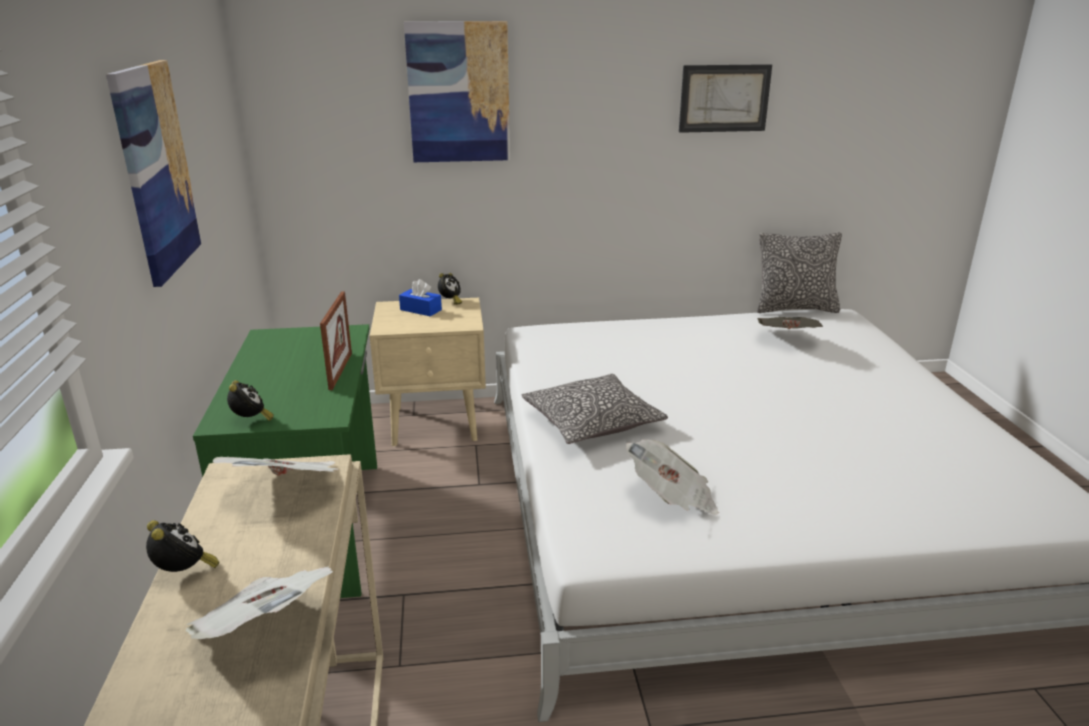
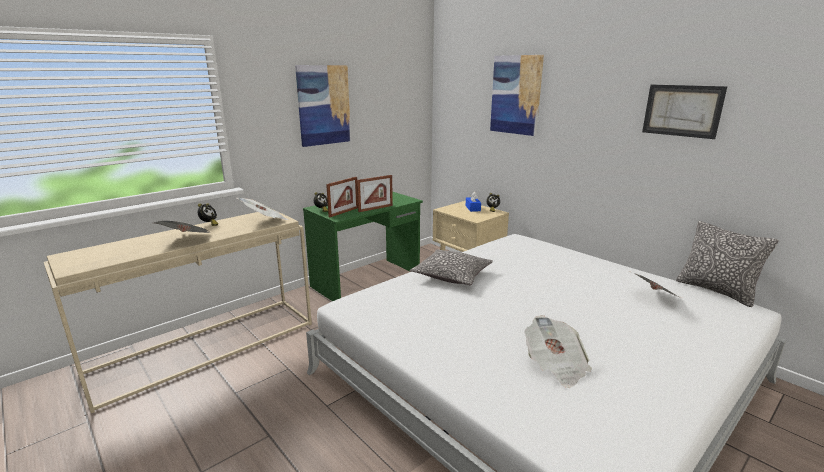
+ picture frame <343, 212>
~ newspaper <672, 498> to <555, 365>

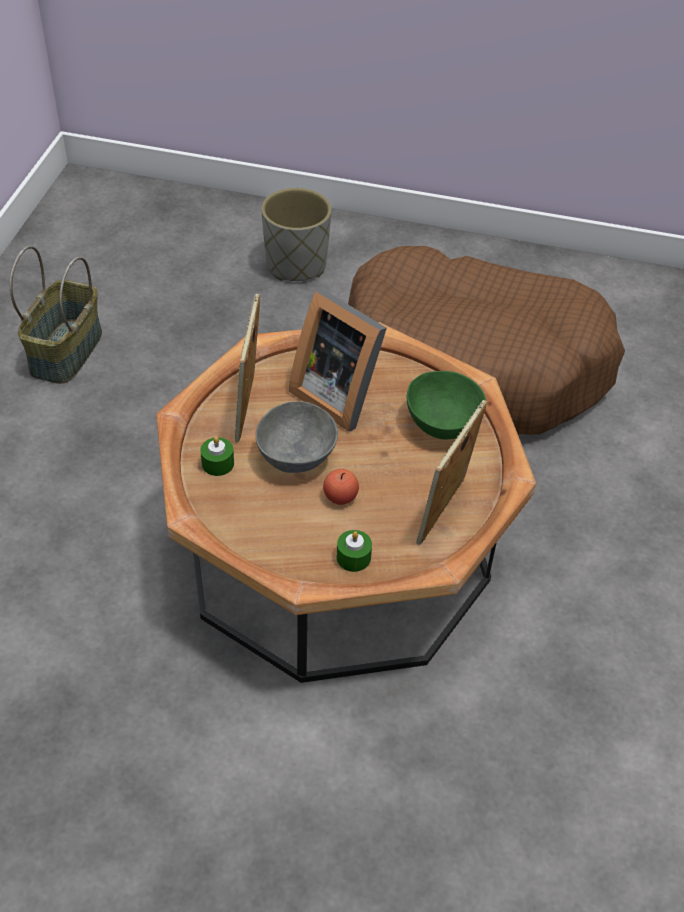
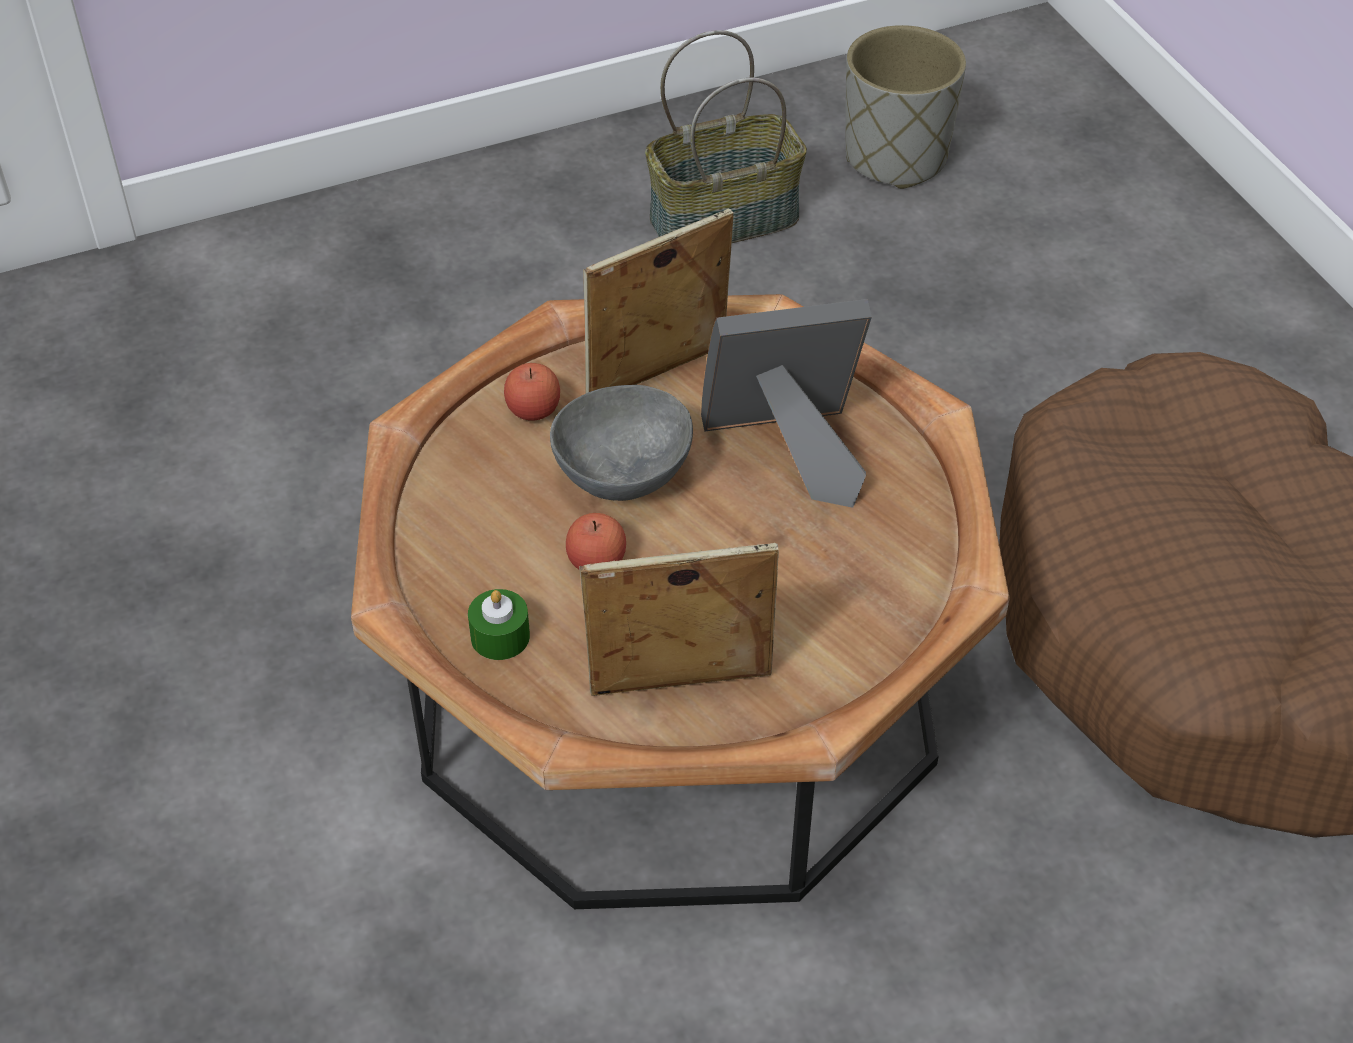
- greenish bowl <442, 423>
~ grey flower pot <296, 264> to <897, 158>
~ greenish wax candle <217, 463> to apple fruit <533, 410>
~ picture frame <338, 394> = <788, 451> 75 degrees clockwise

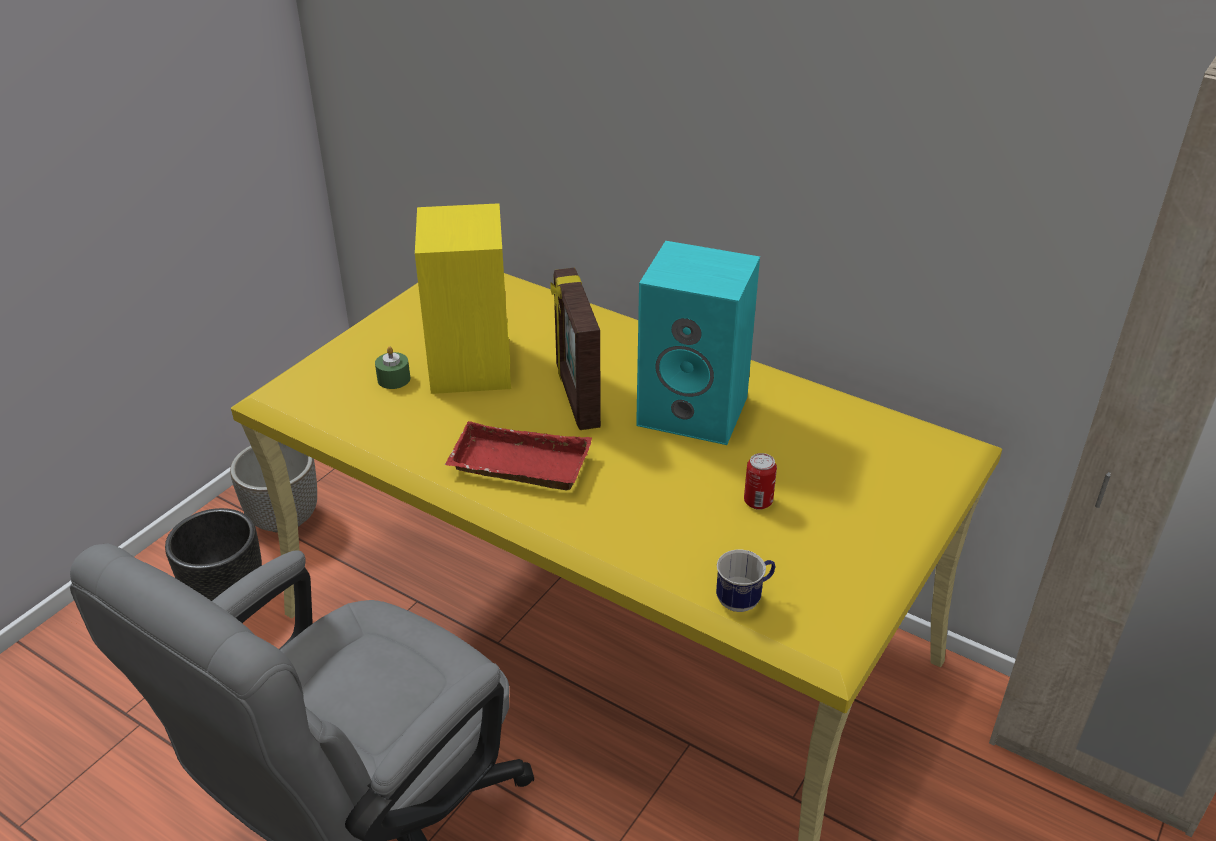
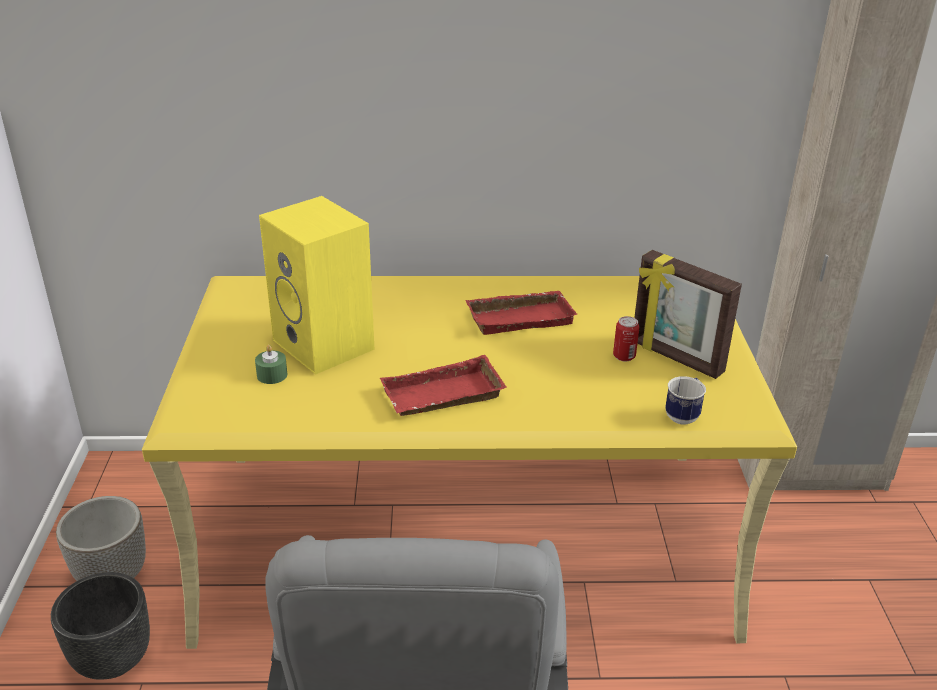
~ picture frame <576, 396> to <676, 358>
~ blue-green audio speaker <696, 410> to red-coloured serving tray <520, 317>

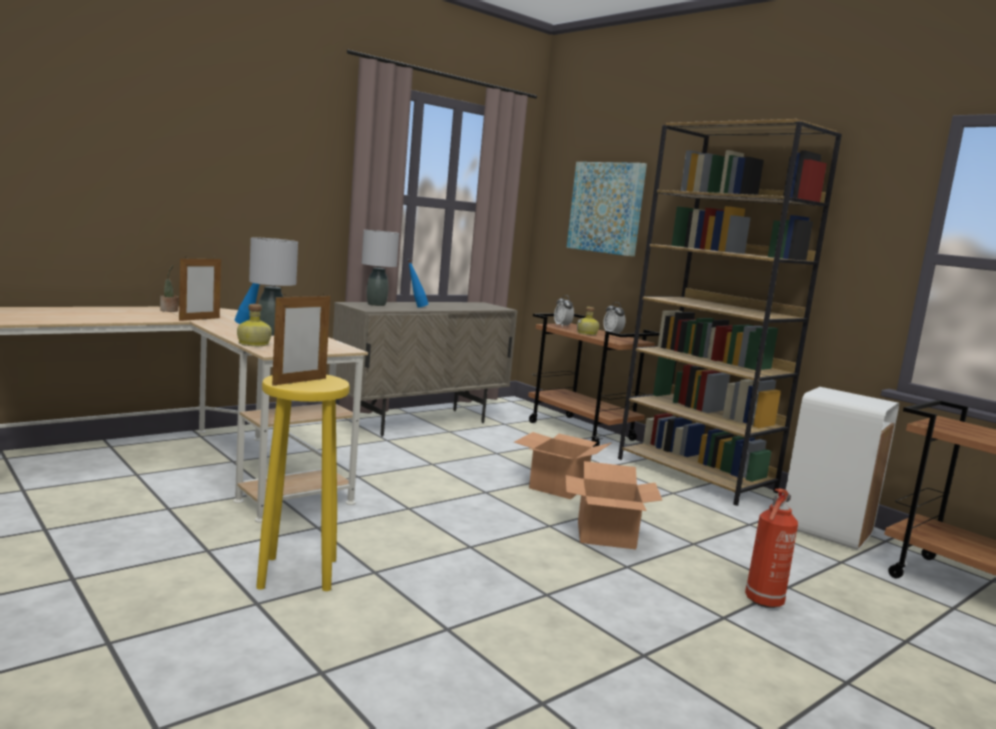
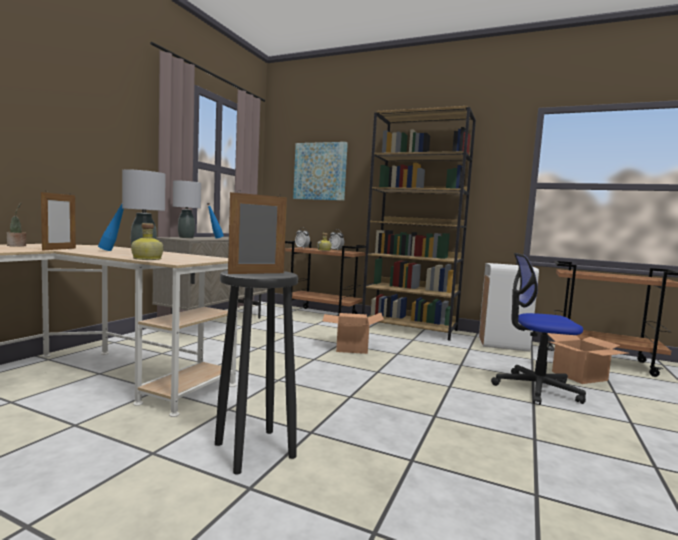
~ cardboard box <607, 535> to <579, 376>
~ extinguisher <763, 602> to computer chair <536, 389>
~ yellow-coloured stool seat <296, 573> to blackish stool seat <253, 450>
~ picture frame <299, 381> = <256, 273> 135 degrees counterclockwise

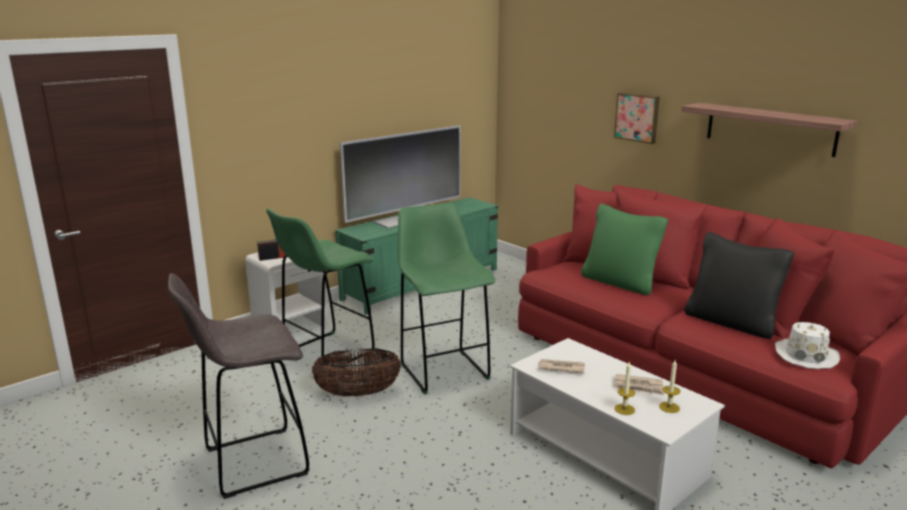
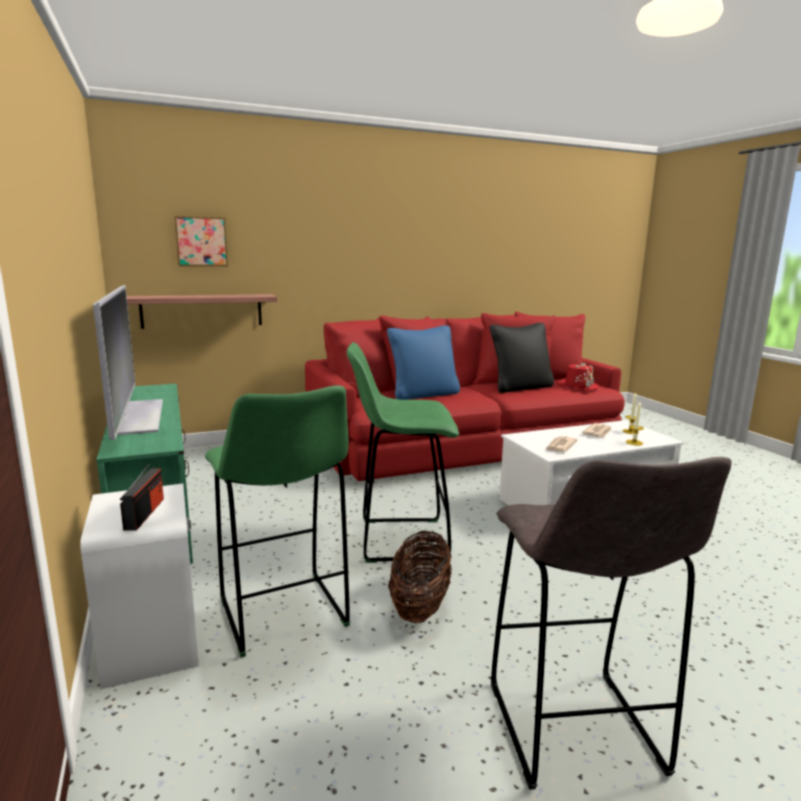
~ wall picture <637, 117> to <201, 241>
~ bracket shelf <770, 129> to <202, 311>
~ greenish cushion <620, 282> to blue cushion <423, 394>
~ white clothing hat <806, 355> to red-coloured clothing hat <577, 386>

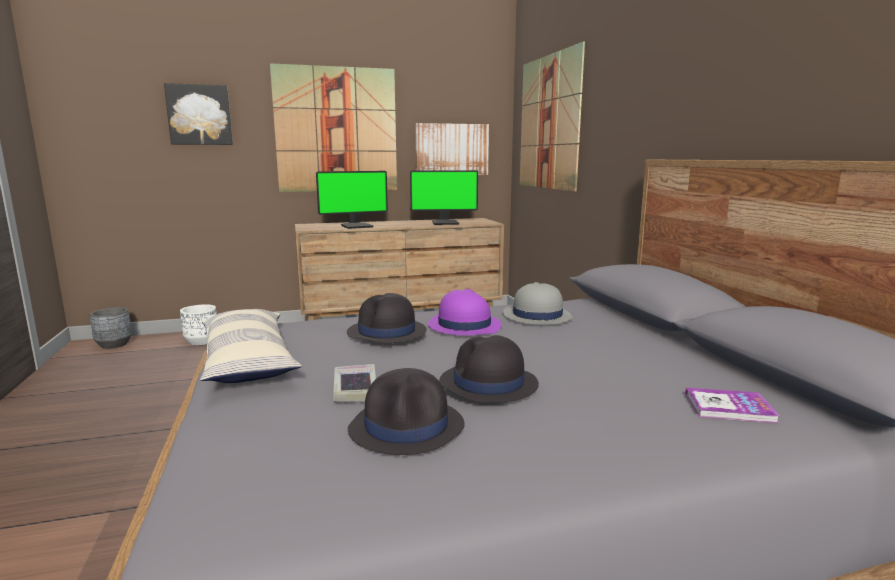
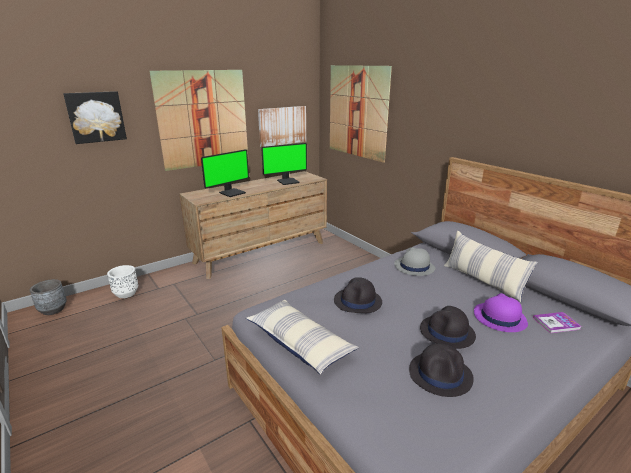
- book <355, 388>
+ cushion <482, 281>
~ purplish clothing hat <464, 325> to <499, 318>

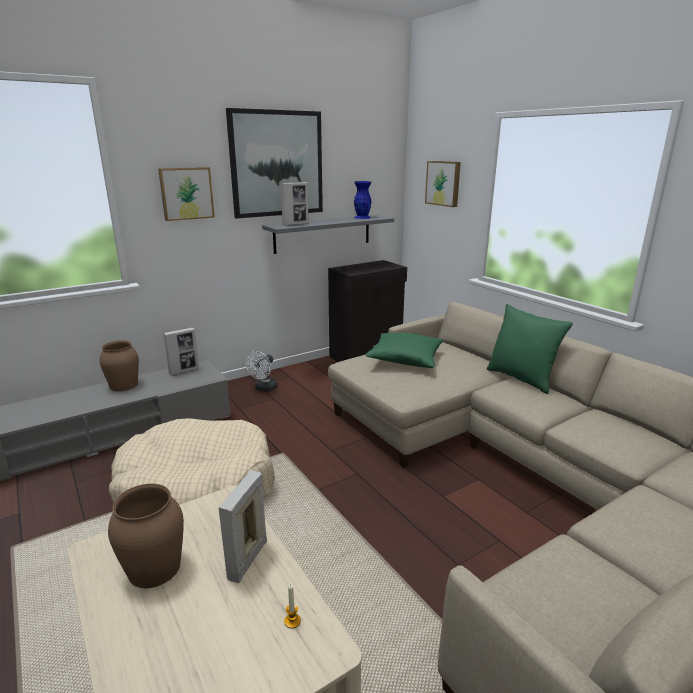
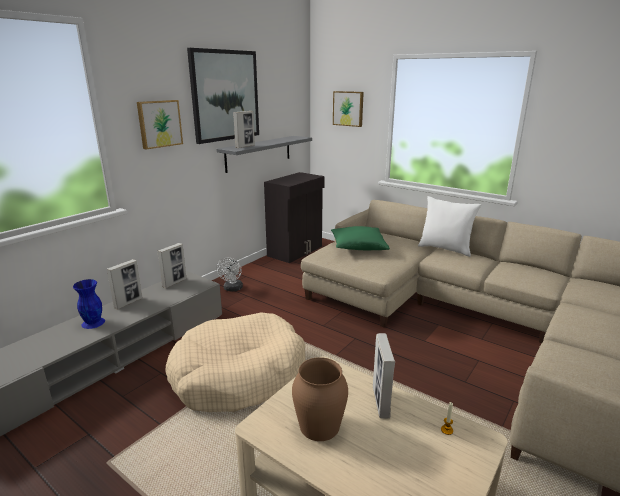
~ blue flower vase <362, 217> to <93, 322>
~ brownish flower vase <124, 385> to picture frame <128, 303>
~ greenish cushion <521, 378> to white cushion <445, 249>

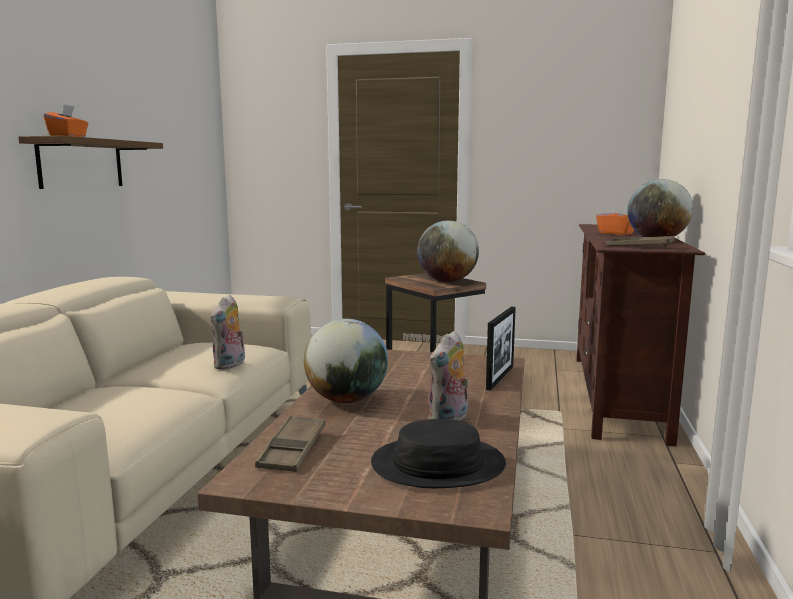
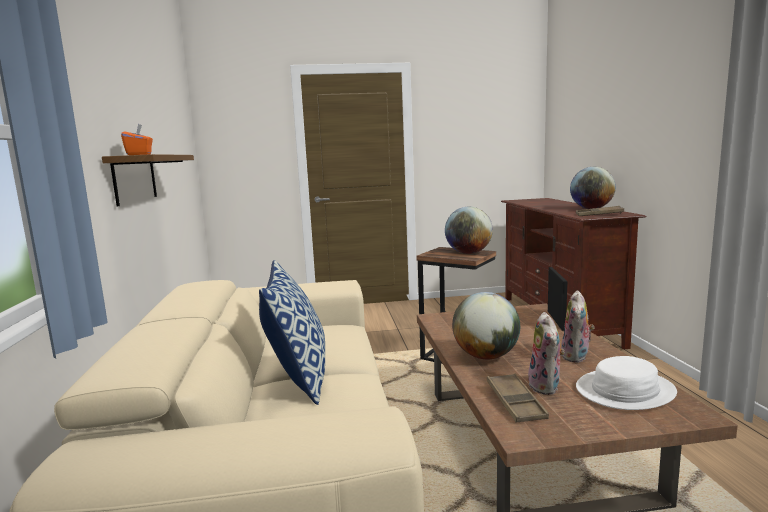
- orangey box of tissues <615, 233>
+ cushion <298, 378>
~ plush toy <230, 365> to <546, 387>
~ blackish clothing hat <438, 465> to white clothing hat <625, 391>

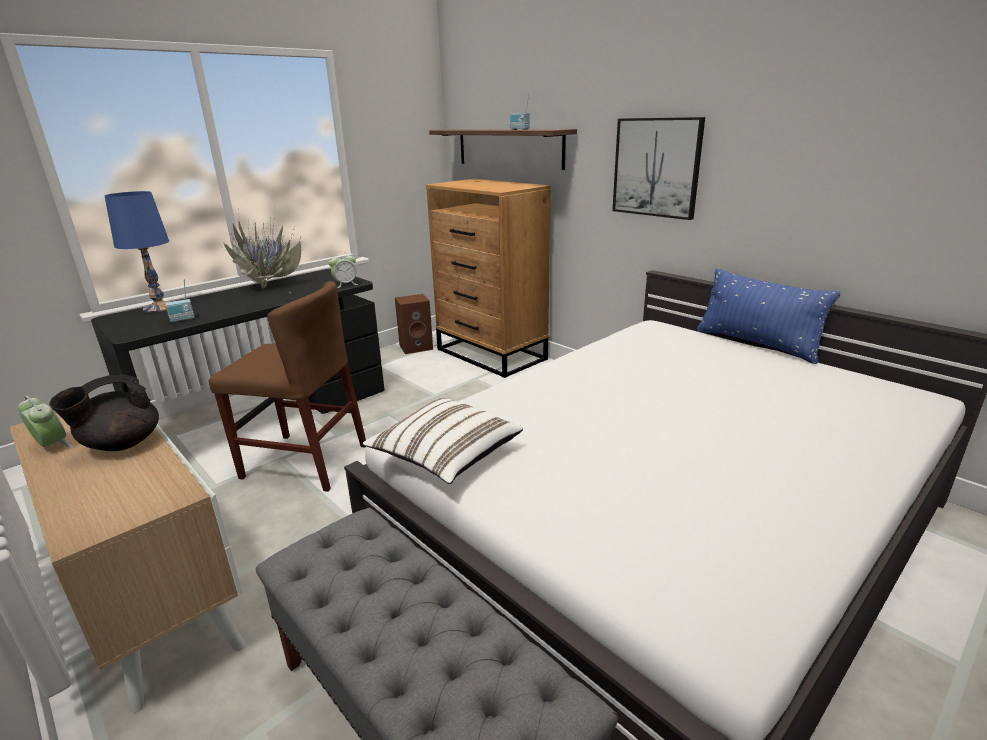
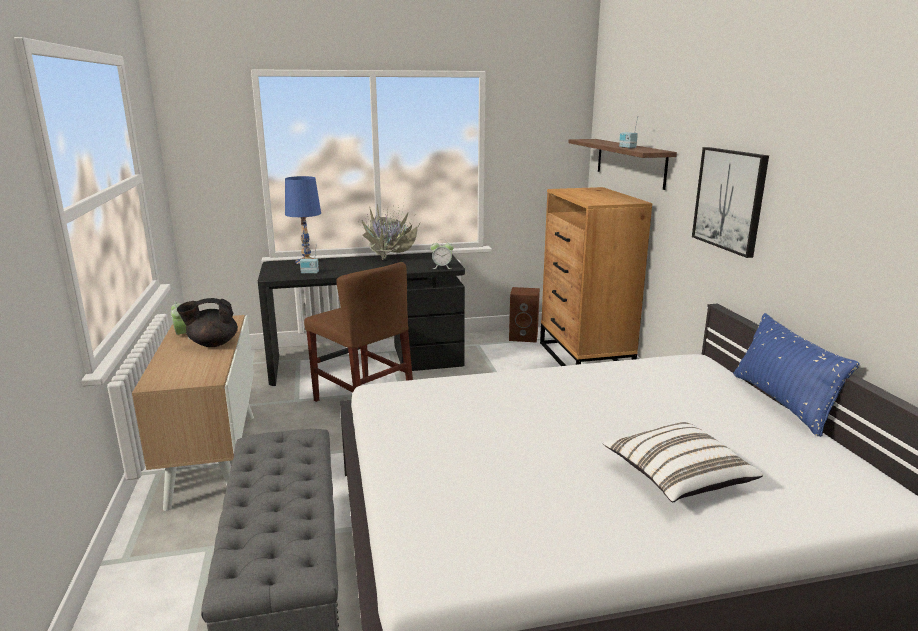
~ white cushion <445, 457> to <676, 478>

